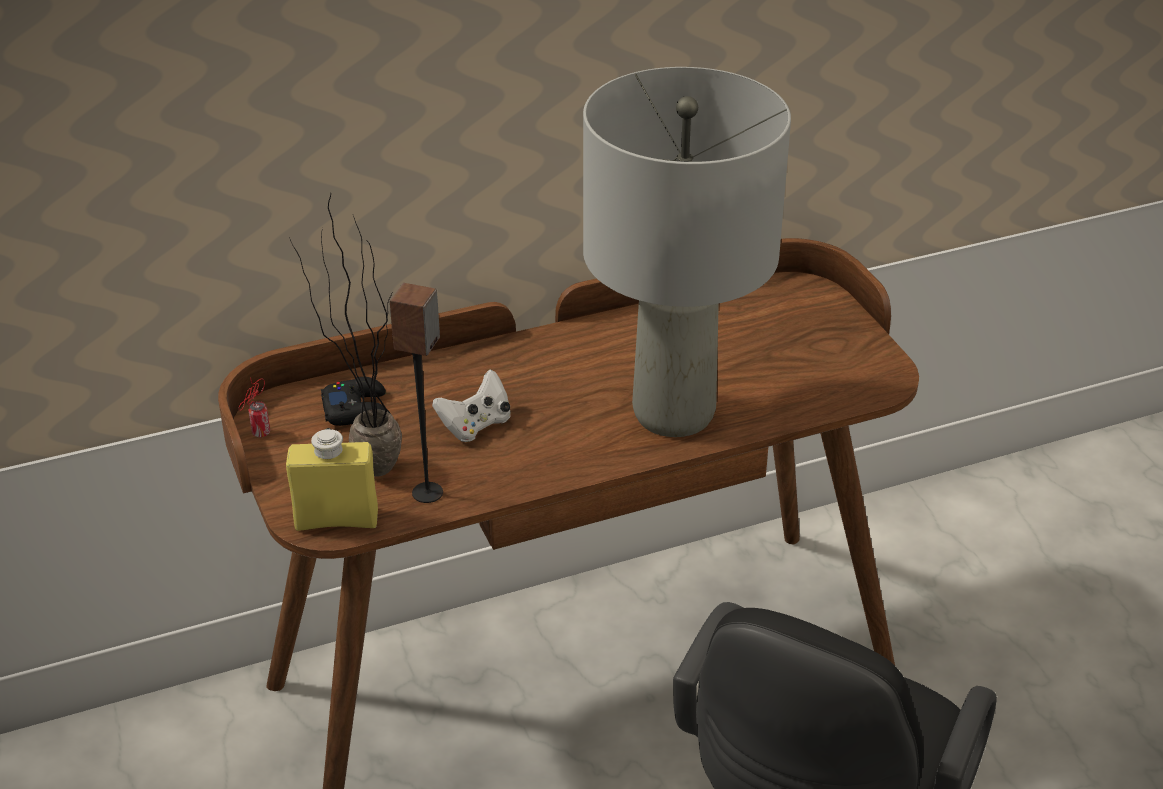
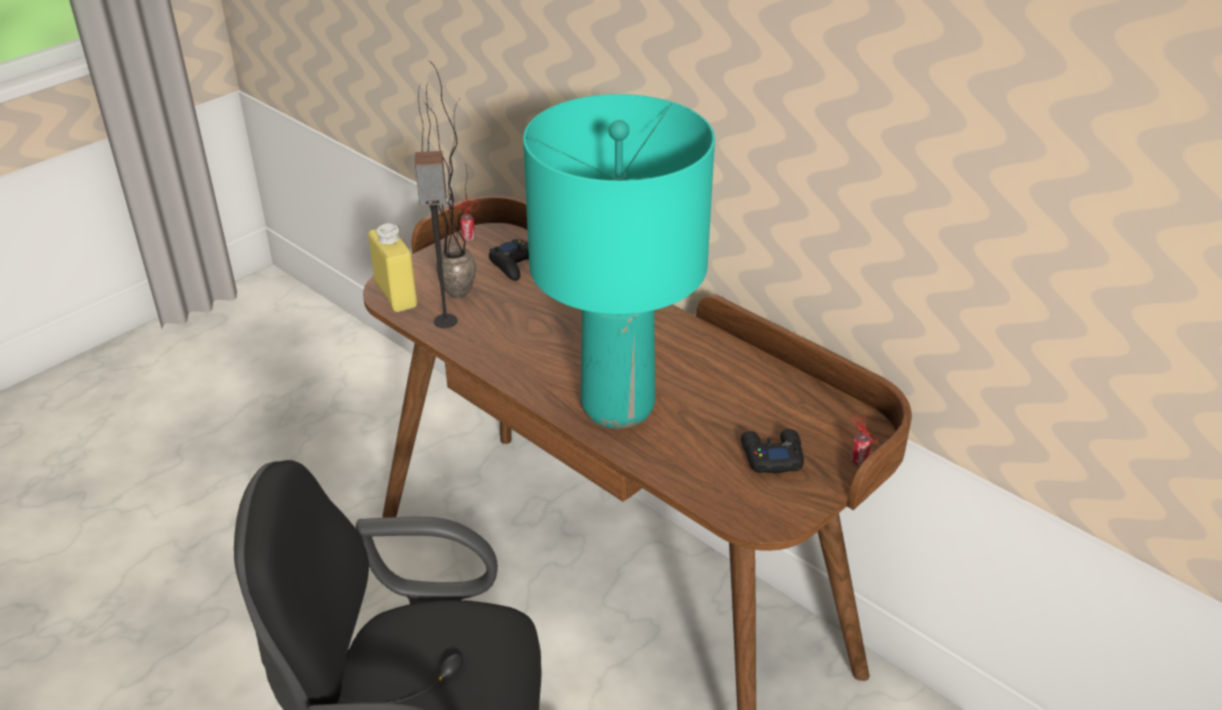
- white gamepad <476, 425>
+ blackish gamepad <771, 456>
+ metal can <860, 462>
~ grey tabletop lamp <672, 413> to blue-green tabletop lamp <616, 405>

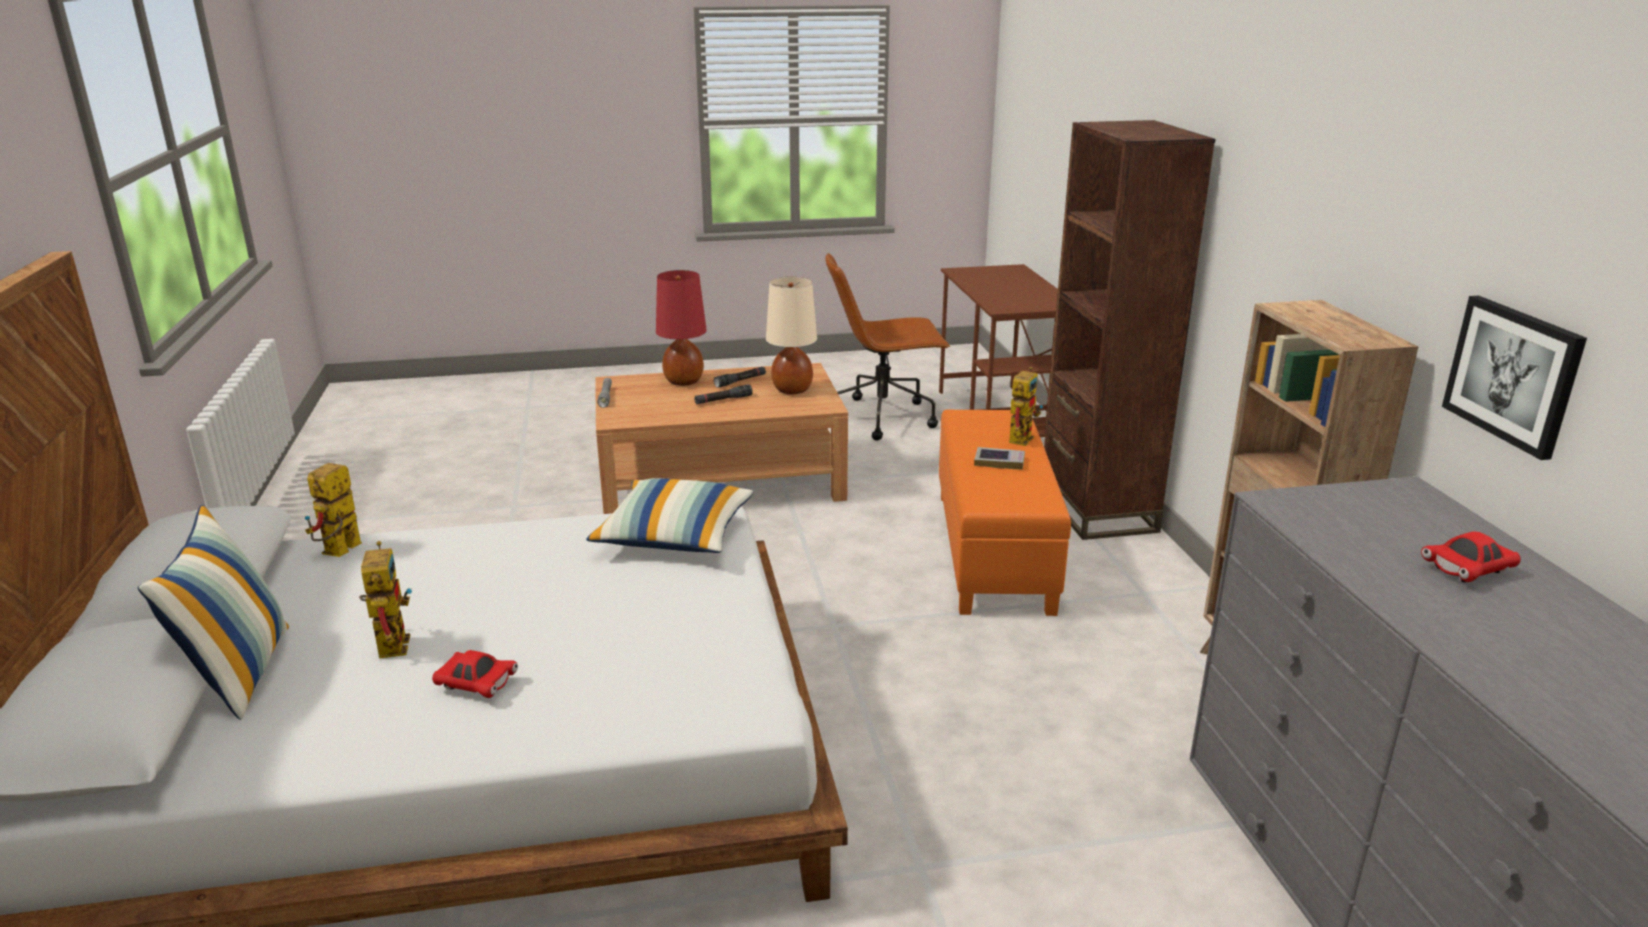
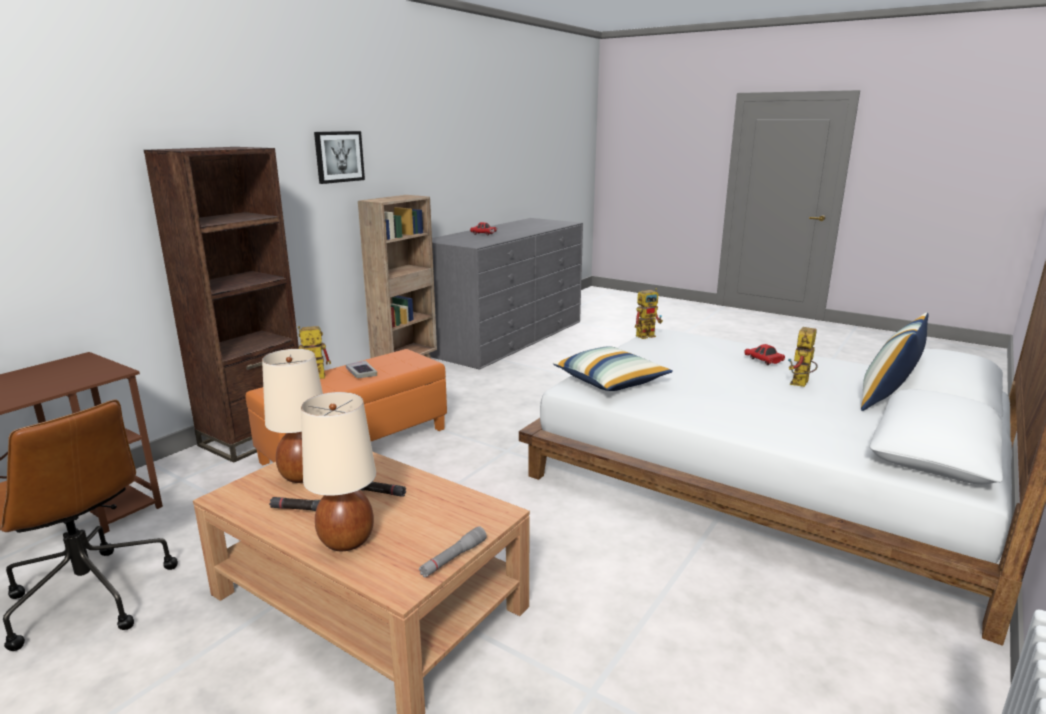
~ toy robot <339, 553> to <648, 335>
~ wall picture <1513, 374> to <339, 156>
~ red-coloured tabletop lamp <683, 381> to sand-coloured tabletop lamp <347, 541>

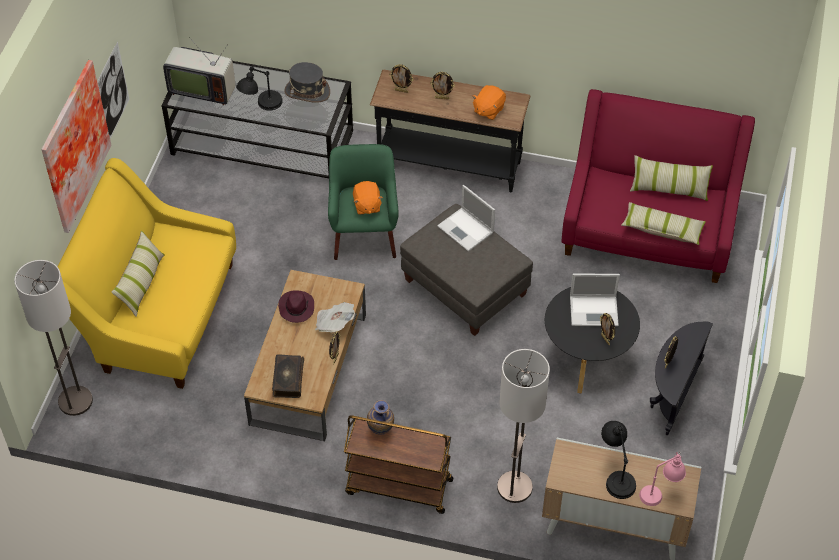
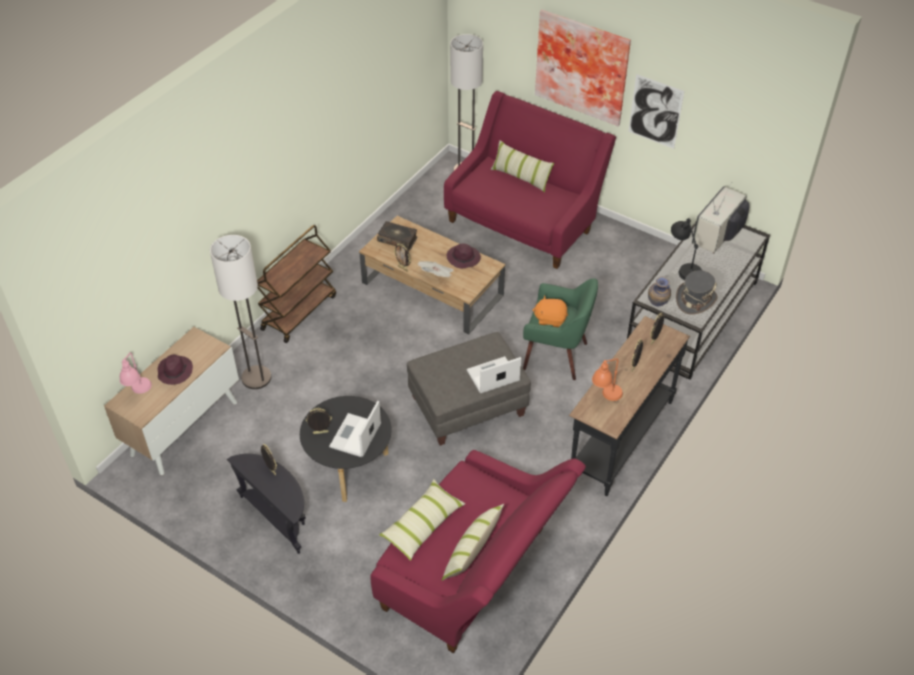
~ flower vase <381, 431> to <656, 306>
~ orangey plush toy <488, 110> to orangey tabletop lamp <606, 397>
~ blackish tabletop lamp <616, 474> to purplish clothing hat <175, 371>
~ yellow-coloured settee <159, 315> to red-coloured settee <523, 221>

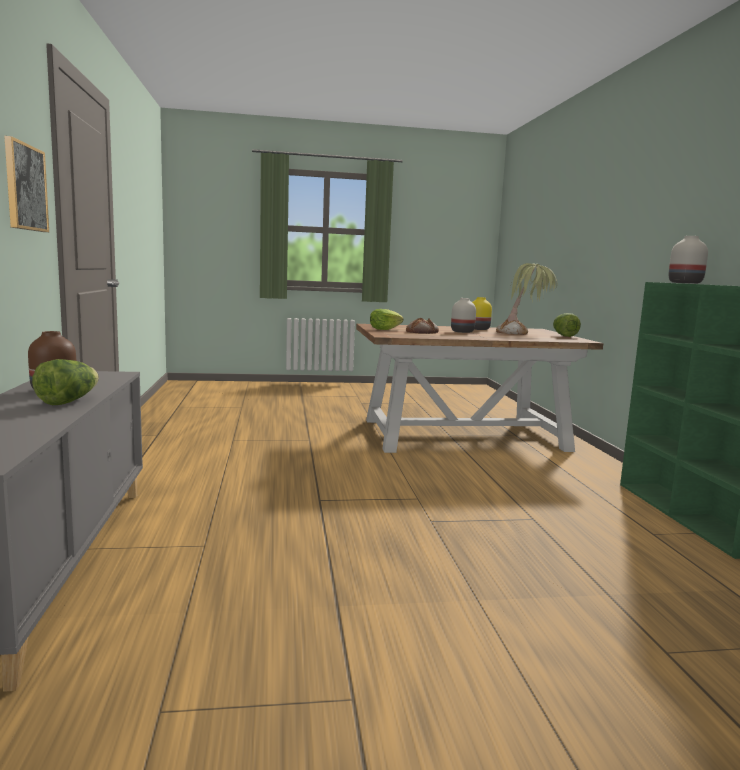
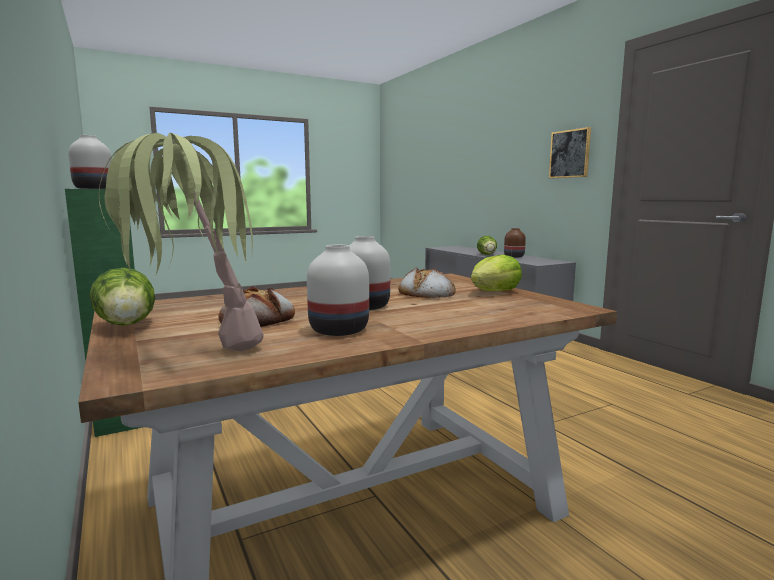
~ yellow-coloured flower vase <479, 329> to white flower vase <338, 331>

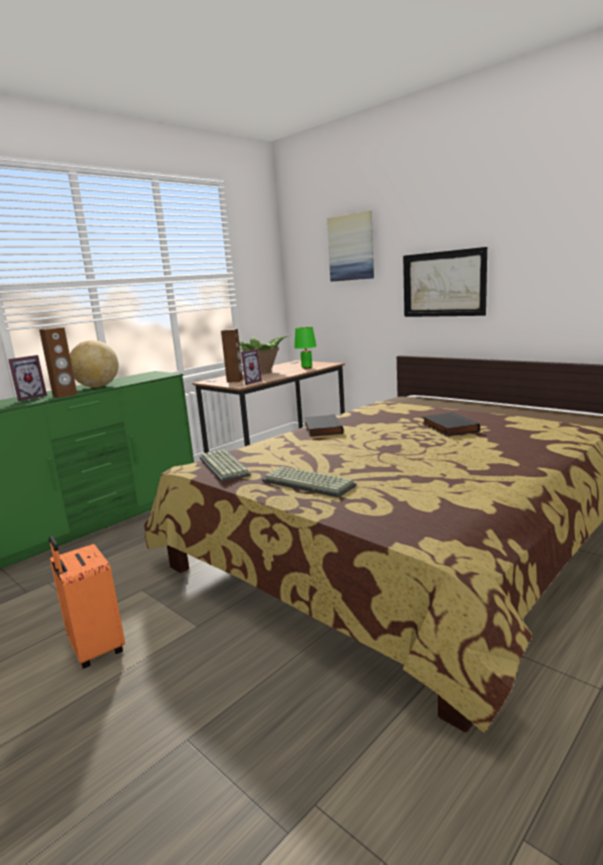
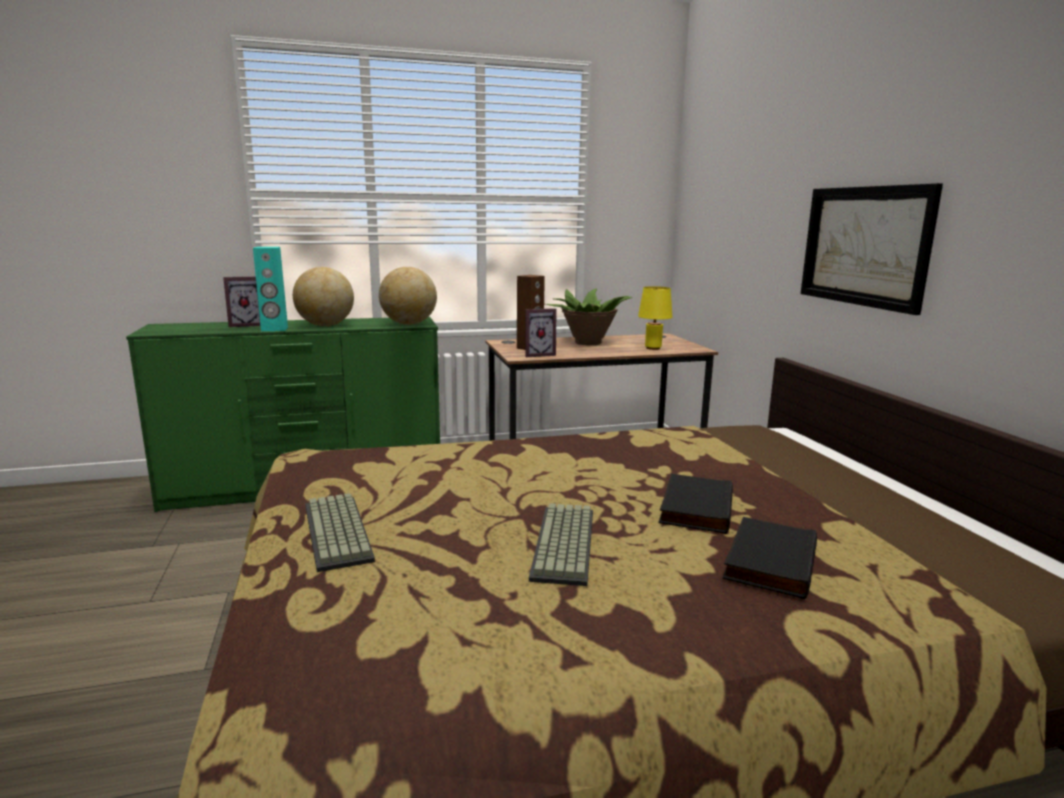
- orangey piece of luggage <95, 649>
- wall picture <351, 247>
+ globe <409, 324>
~ keyboard <225, 466> to <566, 545>
~ blackish book <321, 429> to <767, 561>
~ brownish audio speaker <65, 395> to blue-green audio speaker <274, 329>
~ greenish tabletop lamp <306, 368> to yellow-coloured tabletop lamp <652, 348>

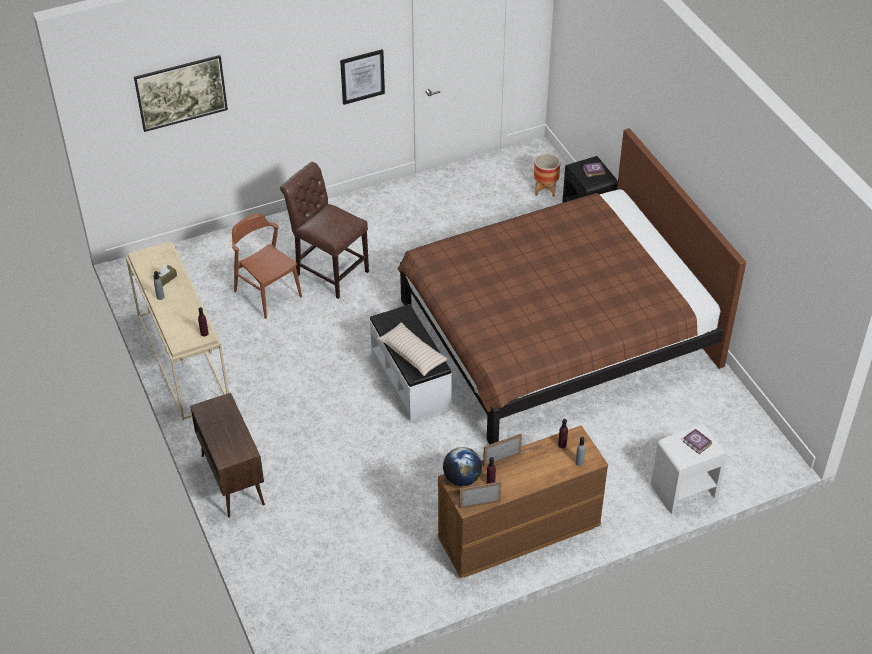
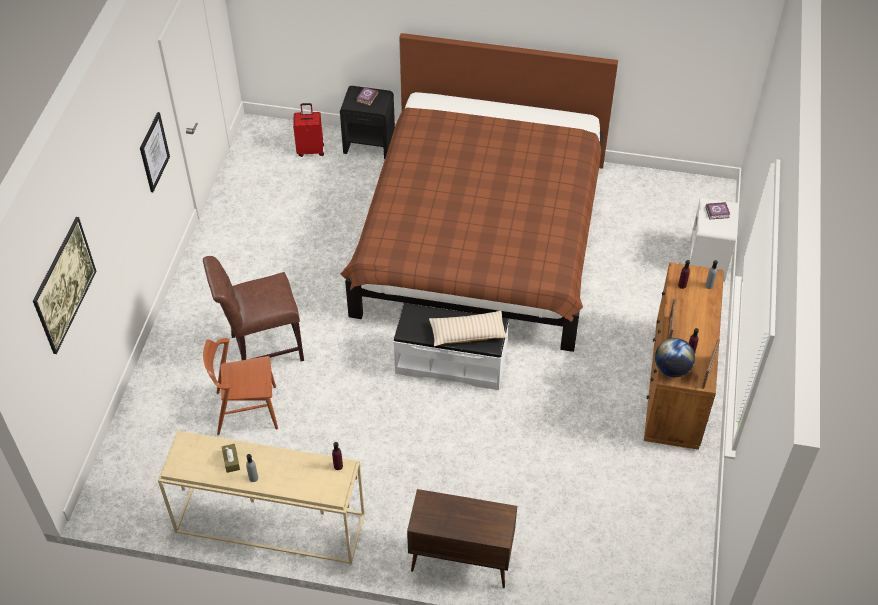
~ flower pot <545, 190> to red-coloured piece of luggage <310, 150>

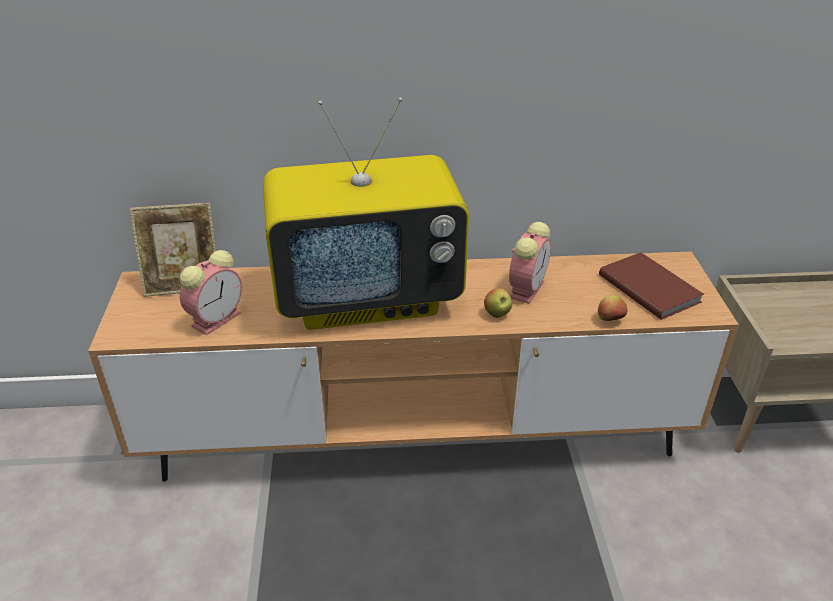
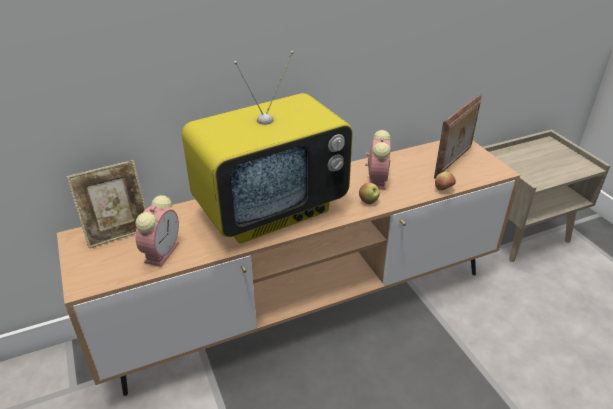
~ brownish book <649, 287> to picture frame <454, 162>

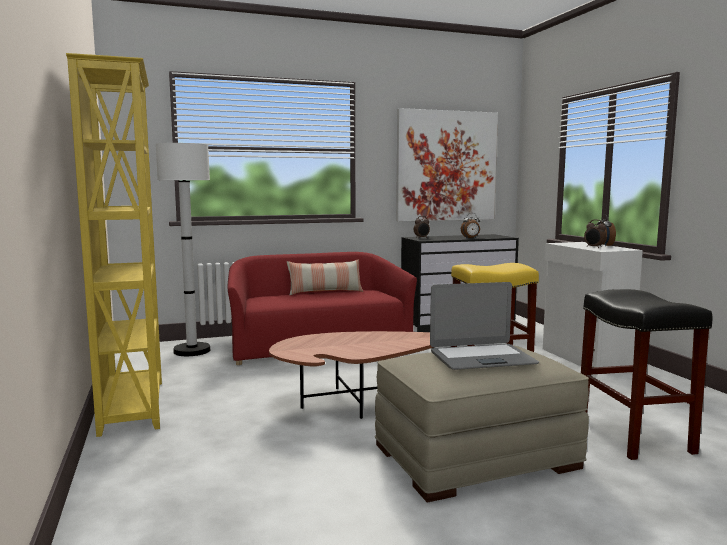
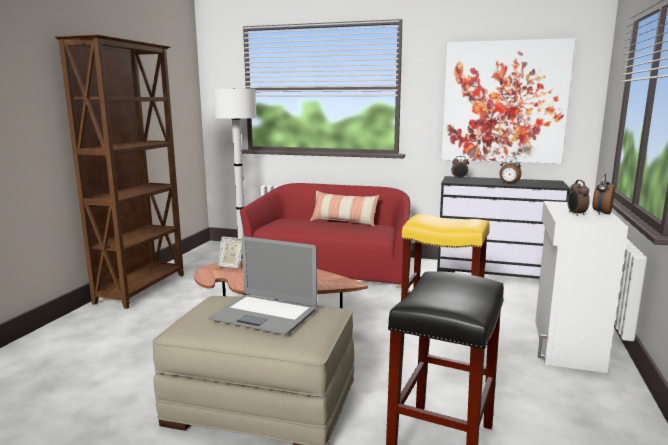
+ picture frame <231, 266>
~ yellow-coloured bookcase <134, 406> to brownish bookcase <142, 288>

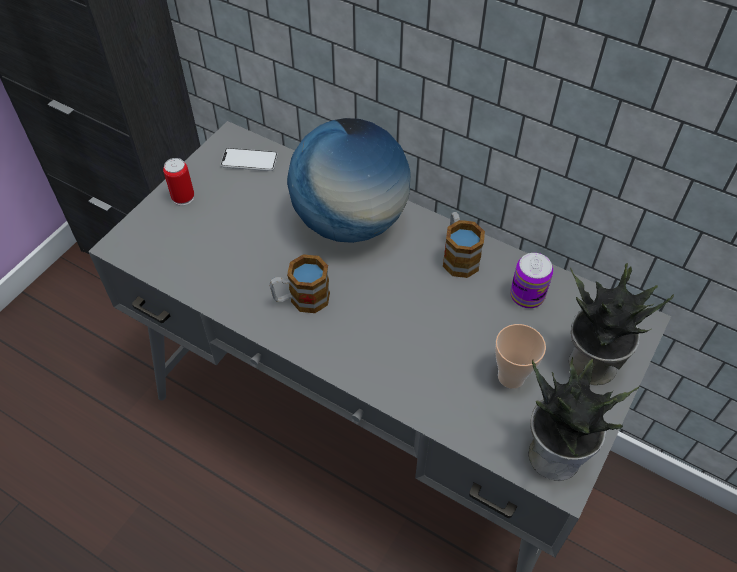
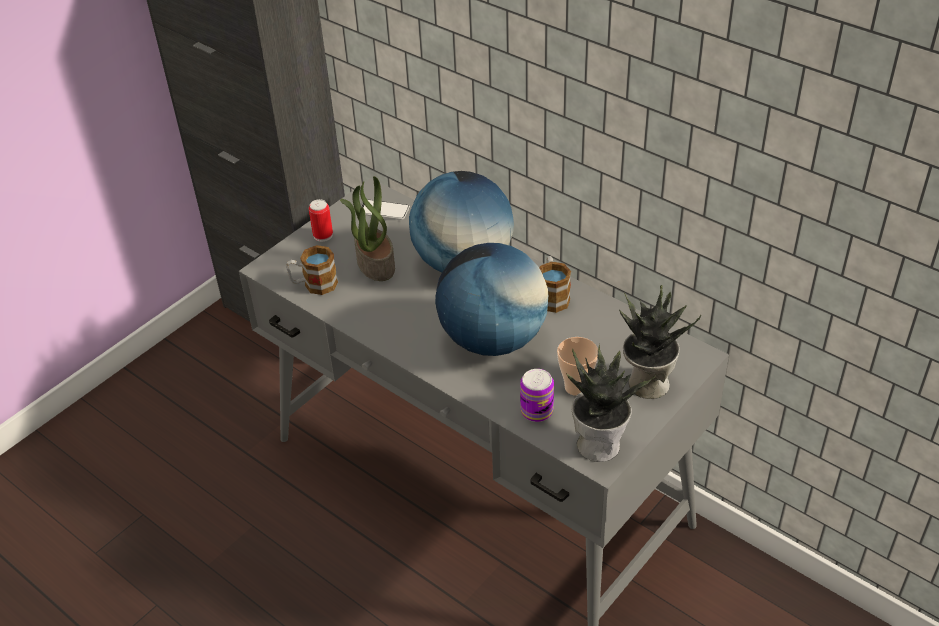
+ plant in a pot <374, 264>
+ globe <493, 339>
~ mug <301, 299> to <314, 284>
~ metal can <527, 296> to <536, 411>

